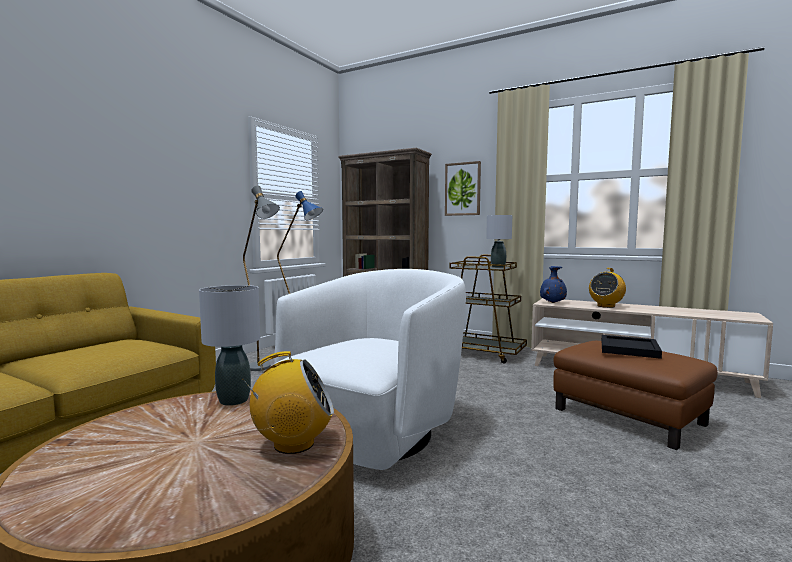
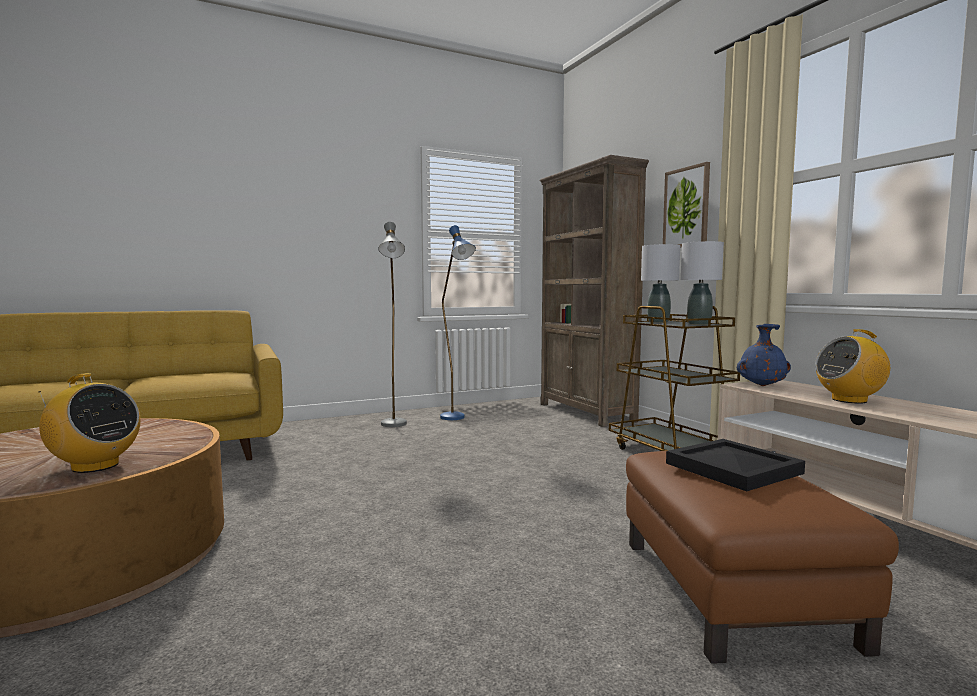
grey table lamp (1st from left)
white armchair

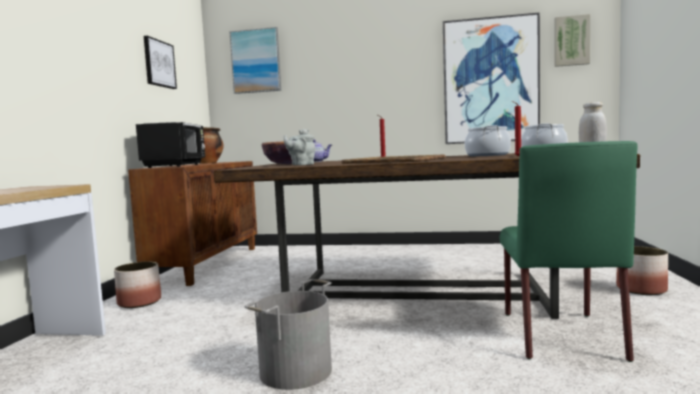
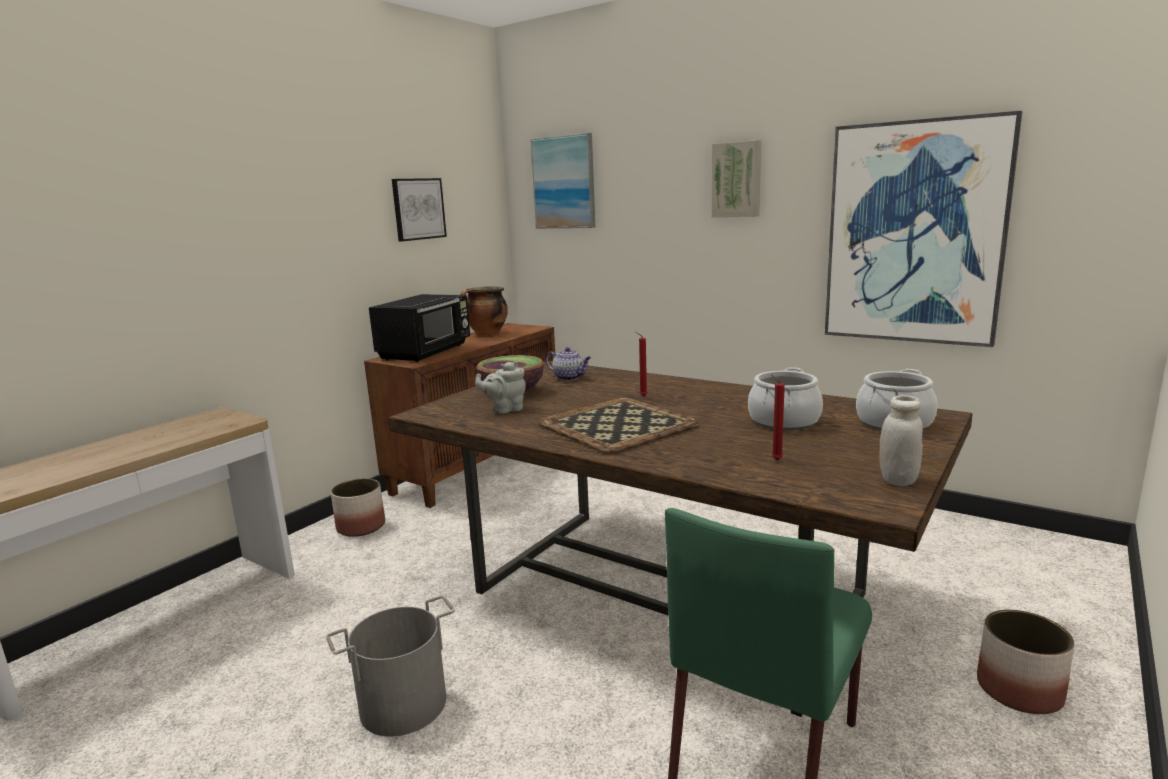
picture (3rd from left)

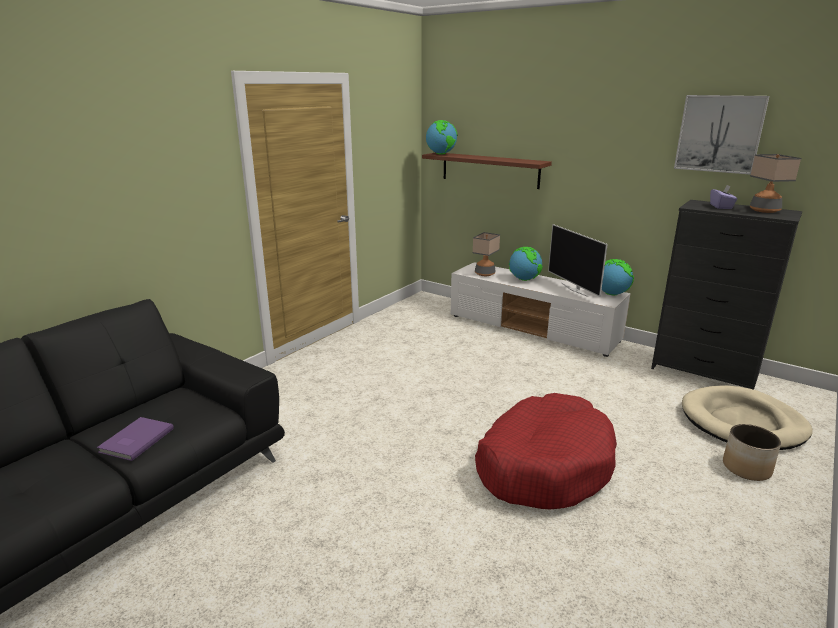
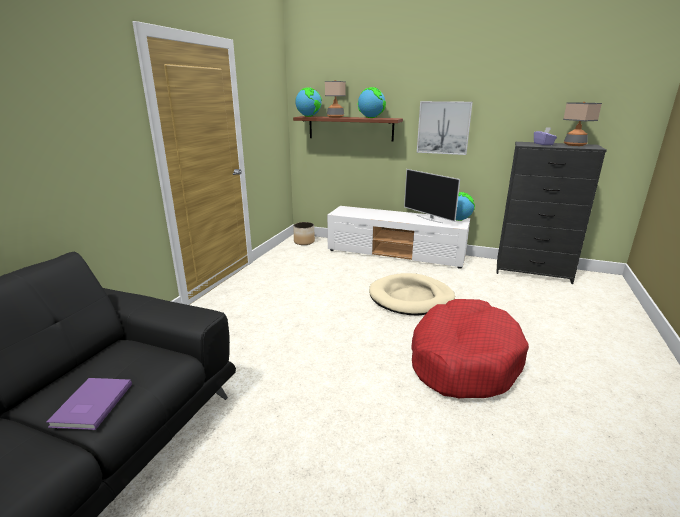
table lamp (1st from left)
globe (2nd from left)
picture
beige dog bed
planter

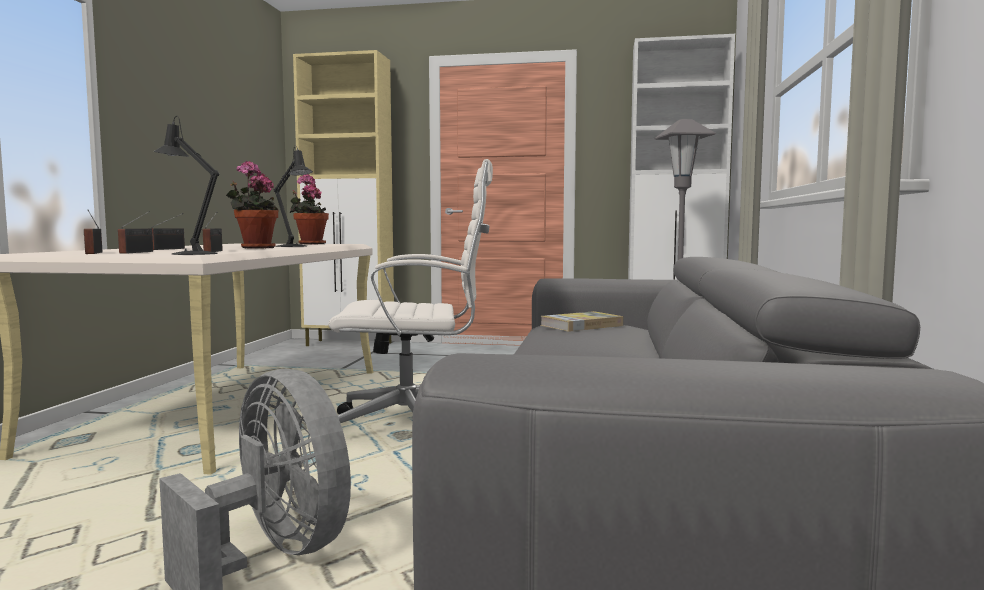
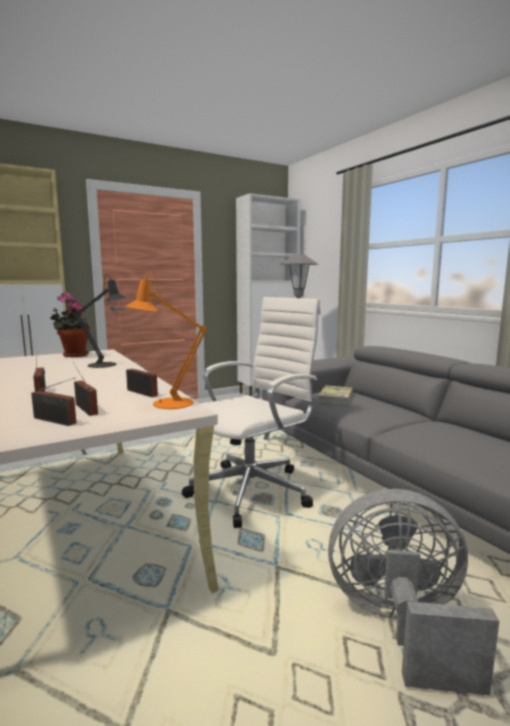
orange table lamp
potted plant (1st from left in the first image)

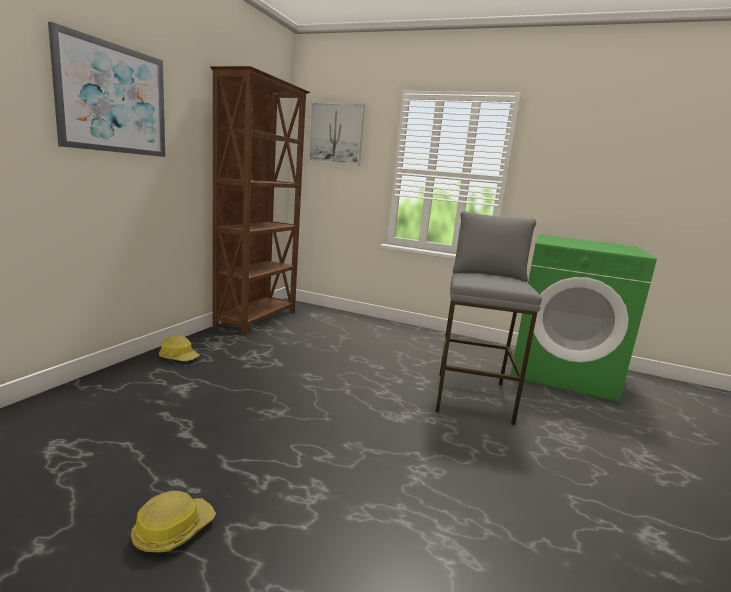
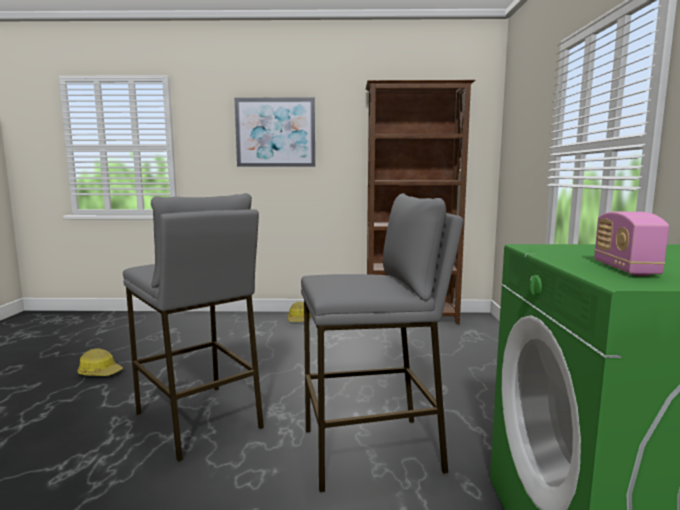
picture (2nd from left in the first image)
grey stool (1st from left)
radio

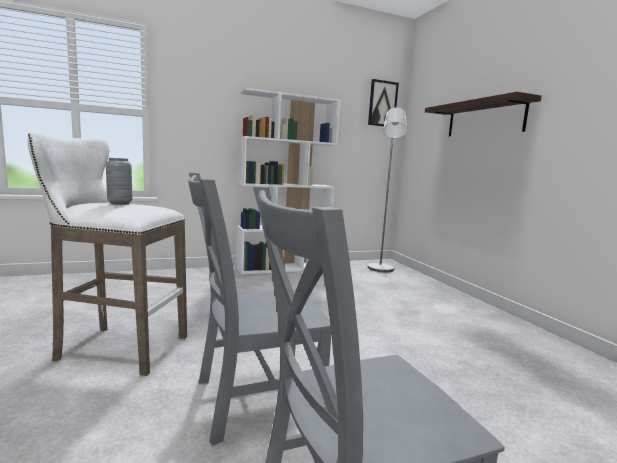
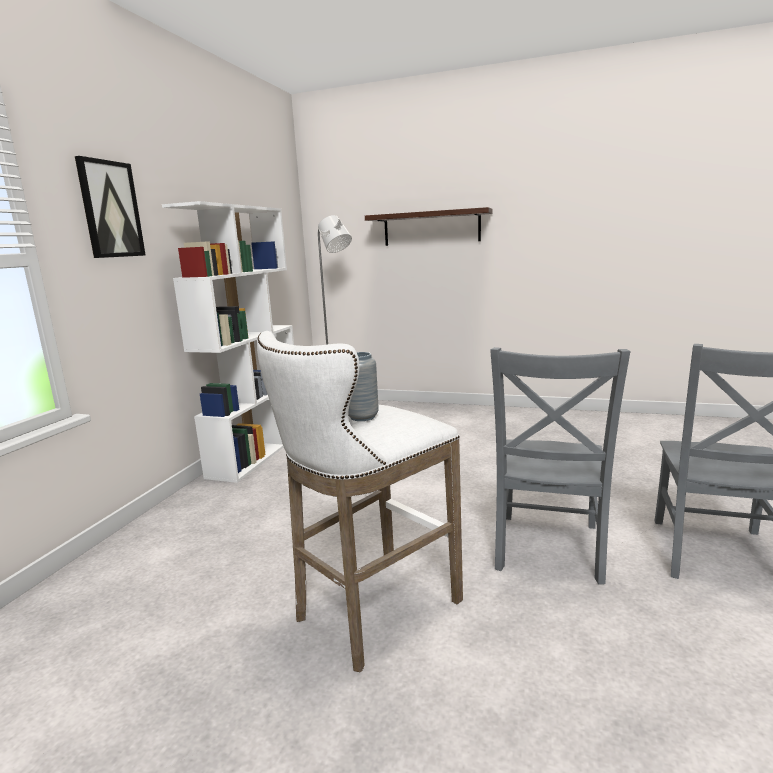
picture

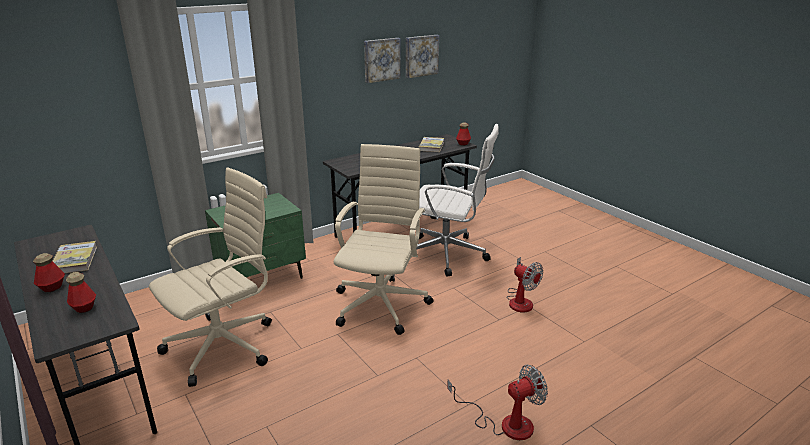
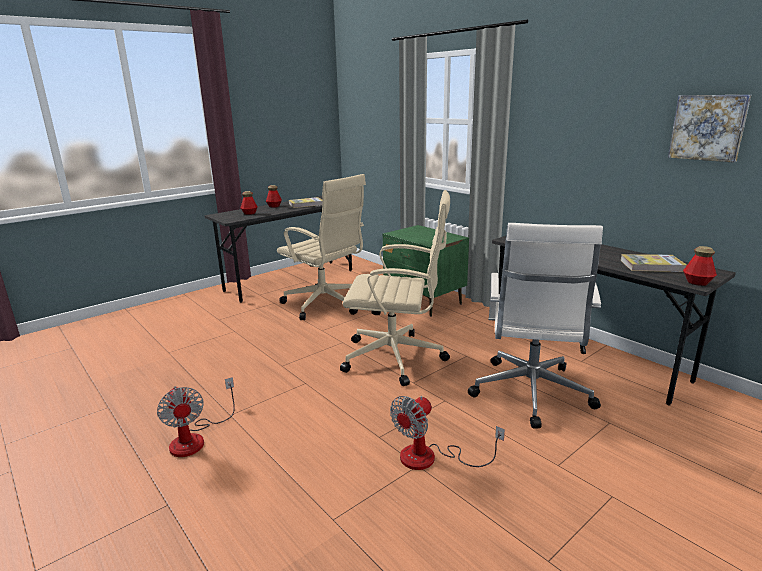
picture (1st from left in the first image)

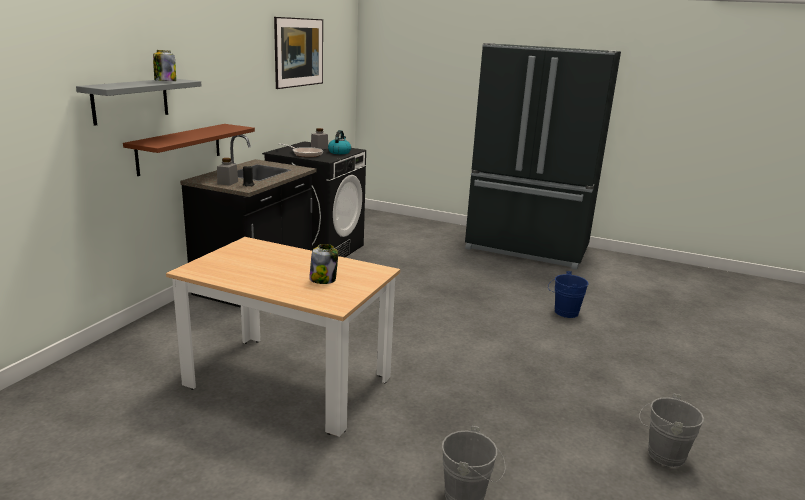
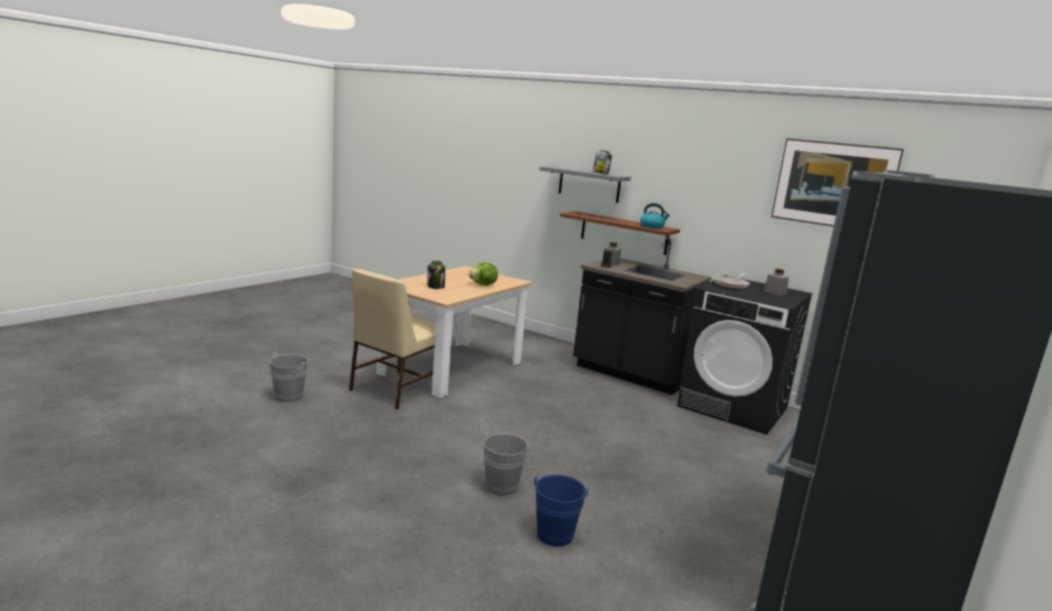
kettle
grey bucket (2nd from left)
beige chair
lettuce

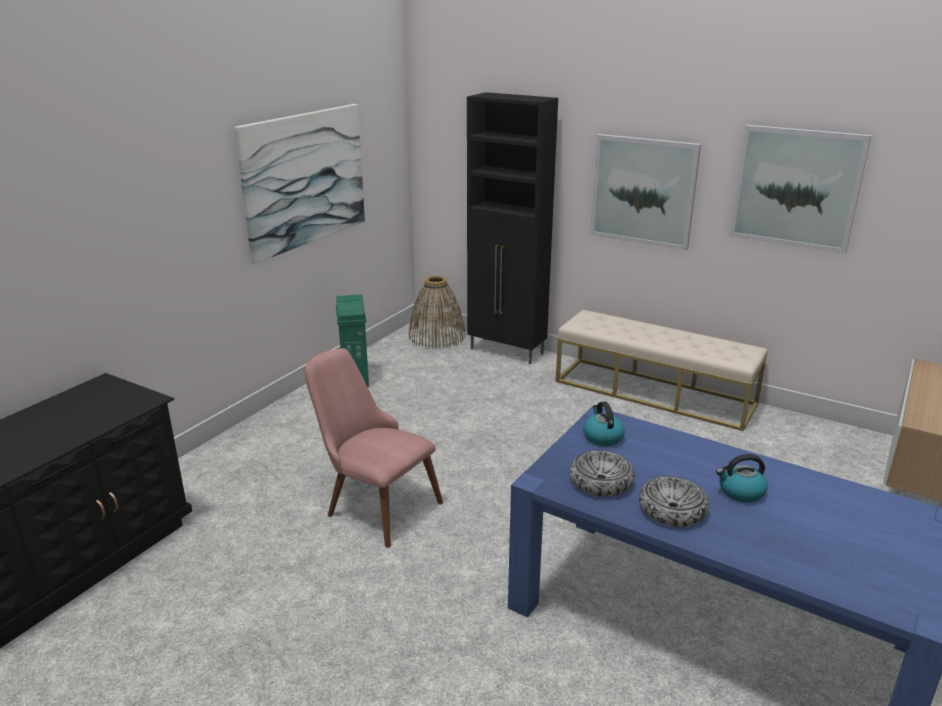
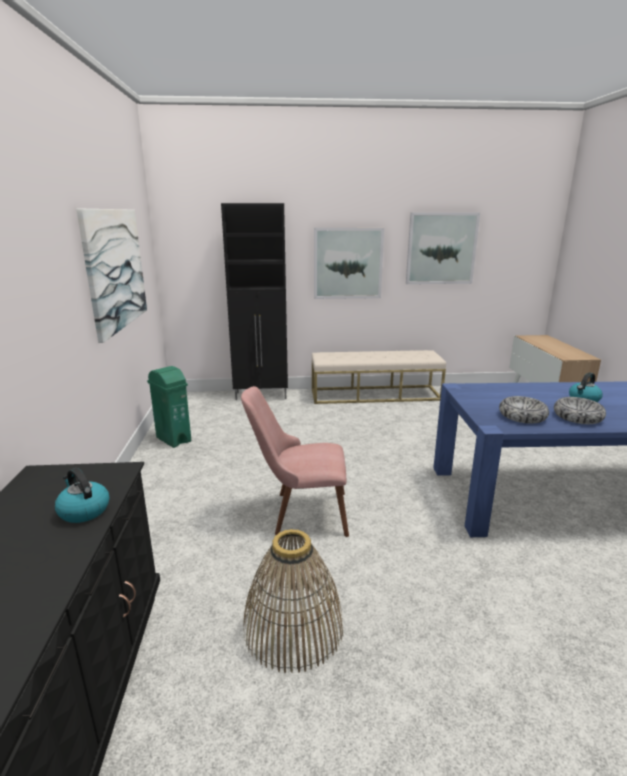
basket
kettle (1st from left)

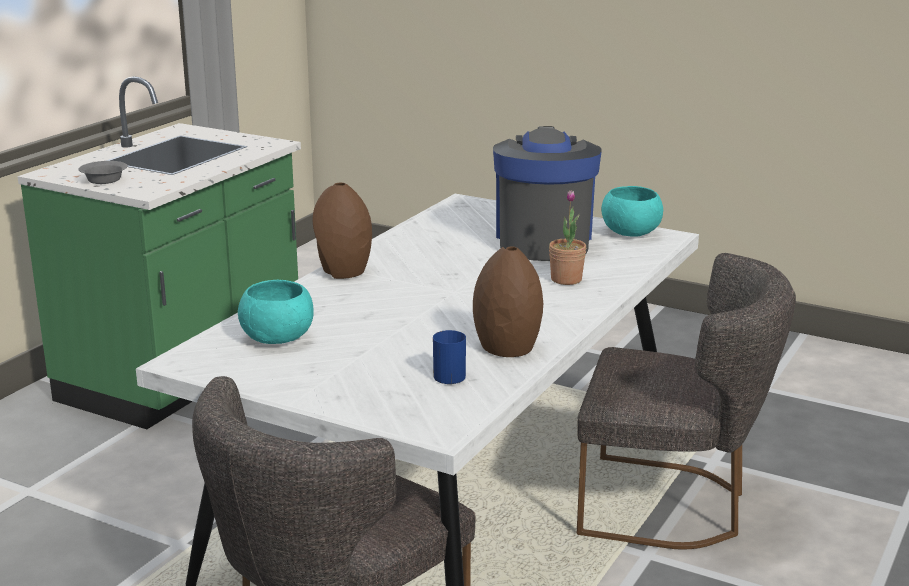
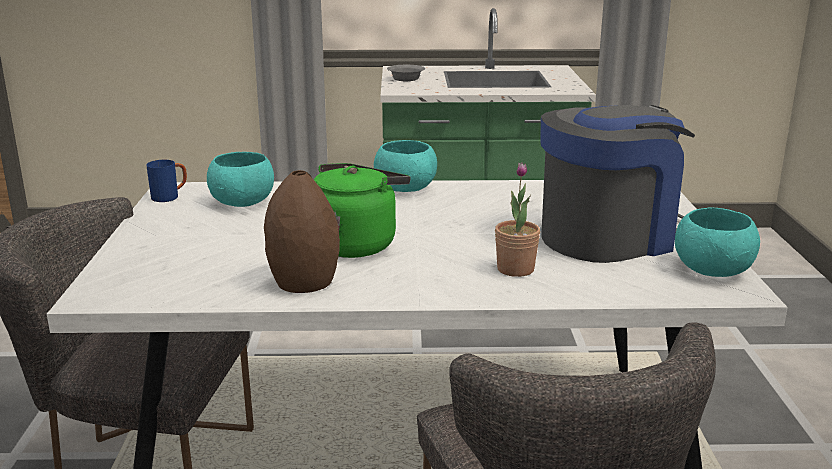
turquoise bowl (2nd from left)
blue mug
green kettle

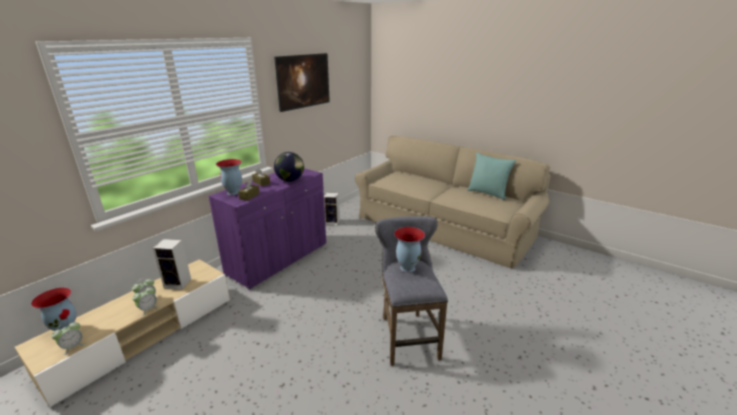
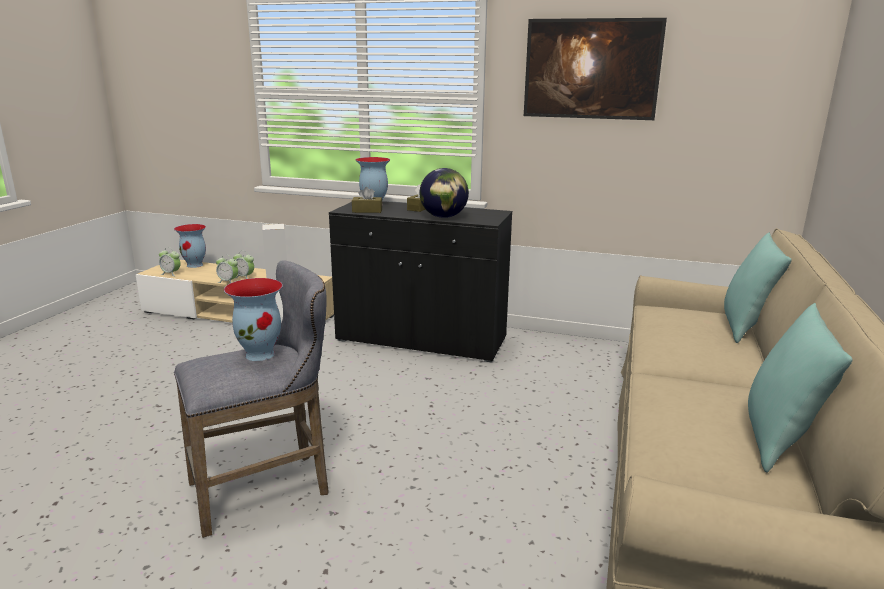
black cabinet
speaker (2nd from left in the first image)
turquoise pillow (1st from left)

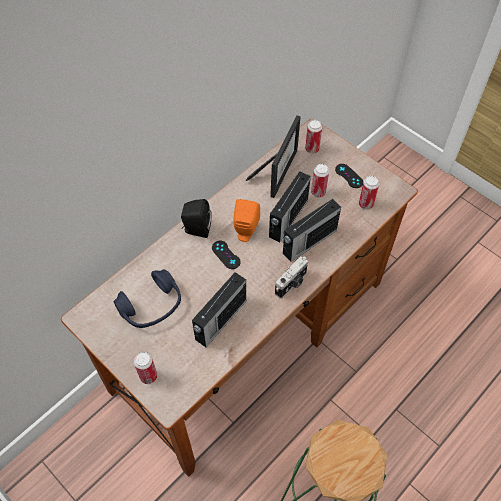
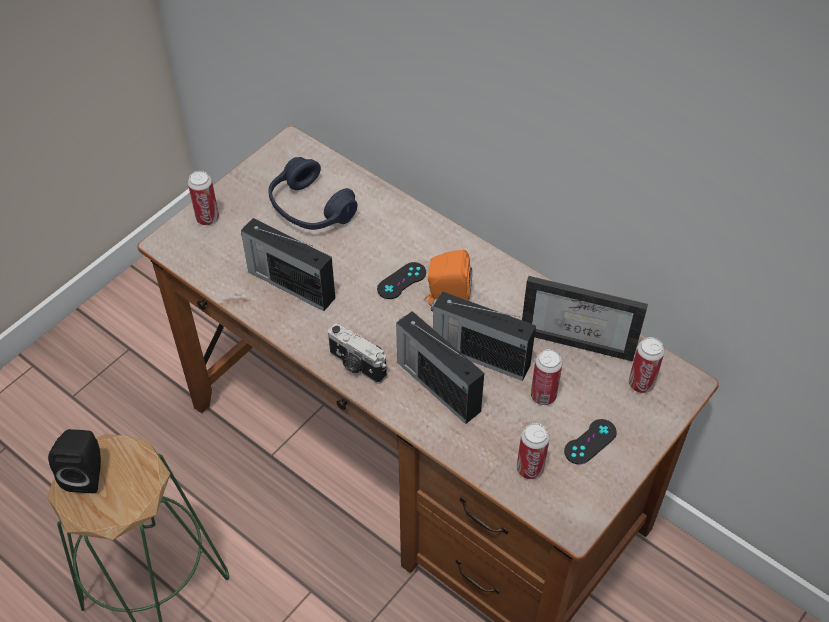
black speaker

